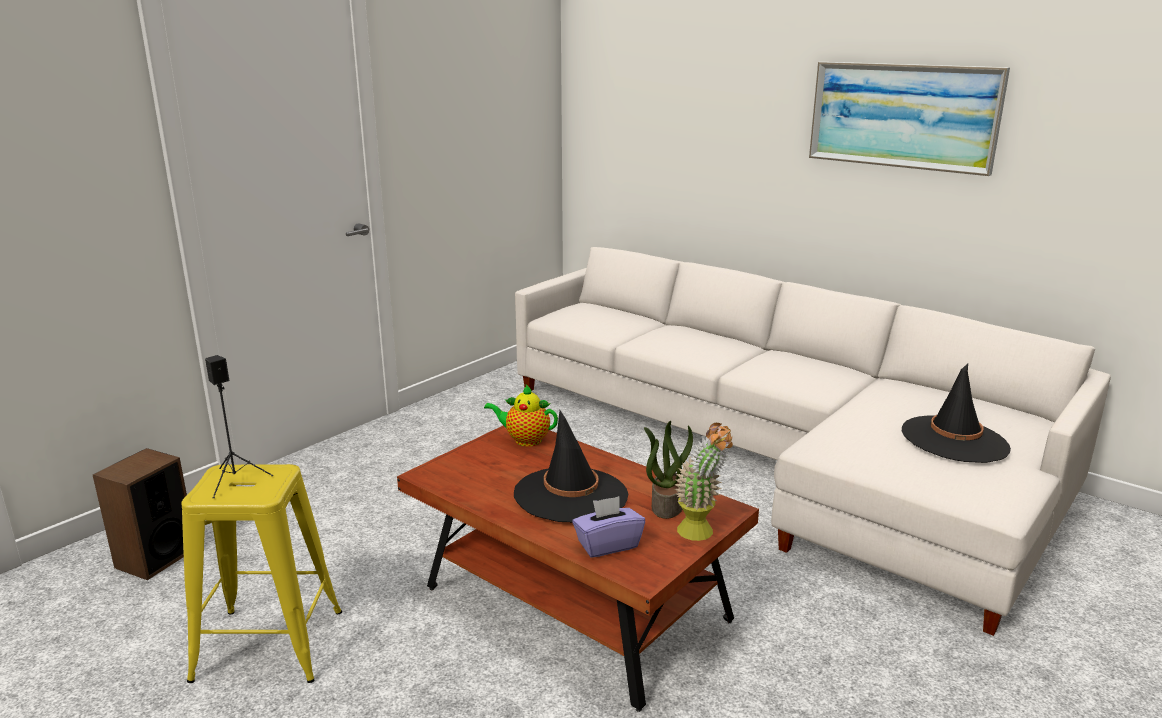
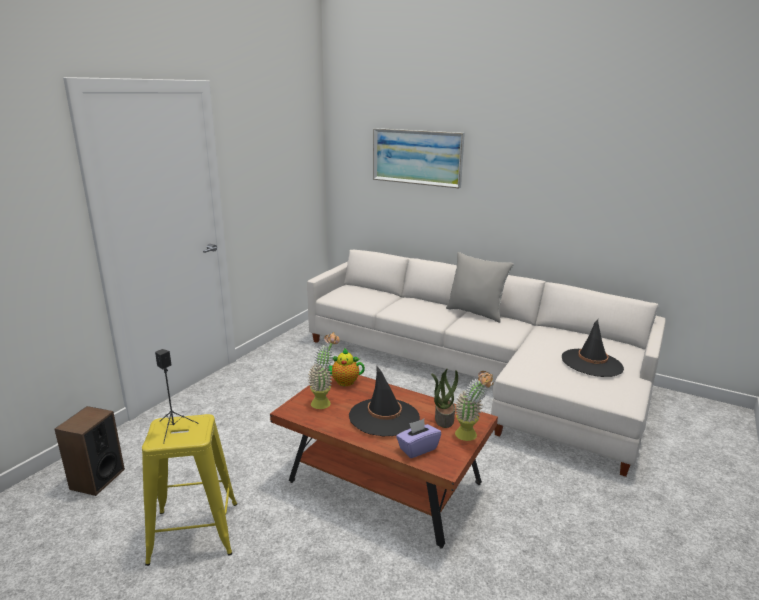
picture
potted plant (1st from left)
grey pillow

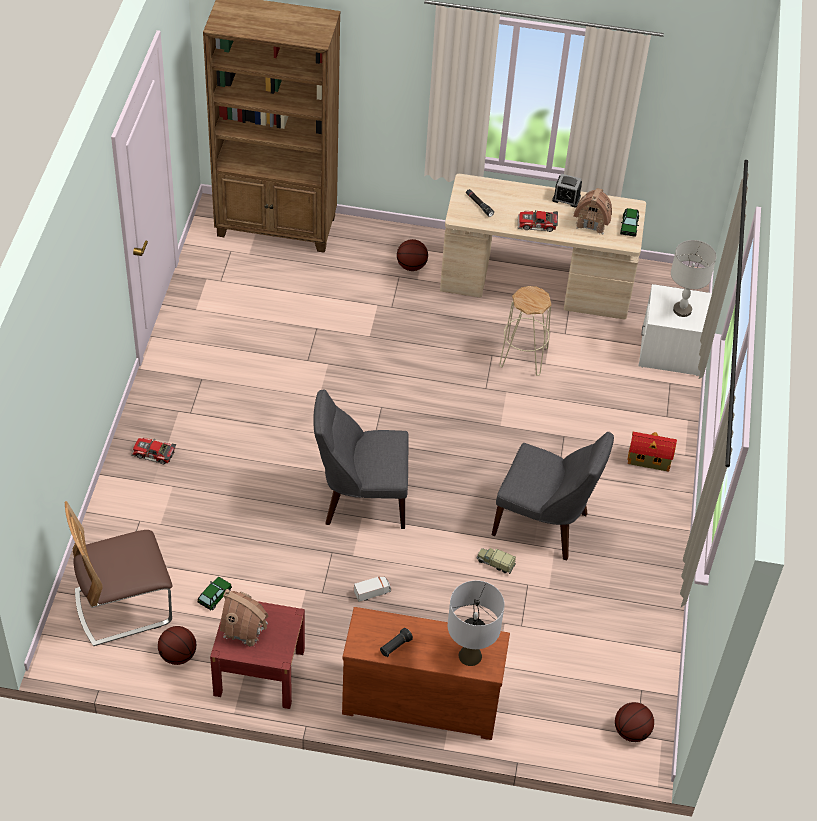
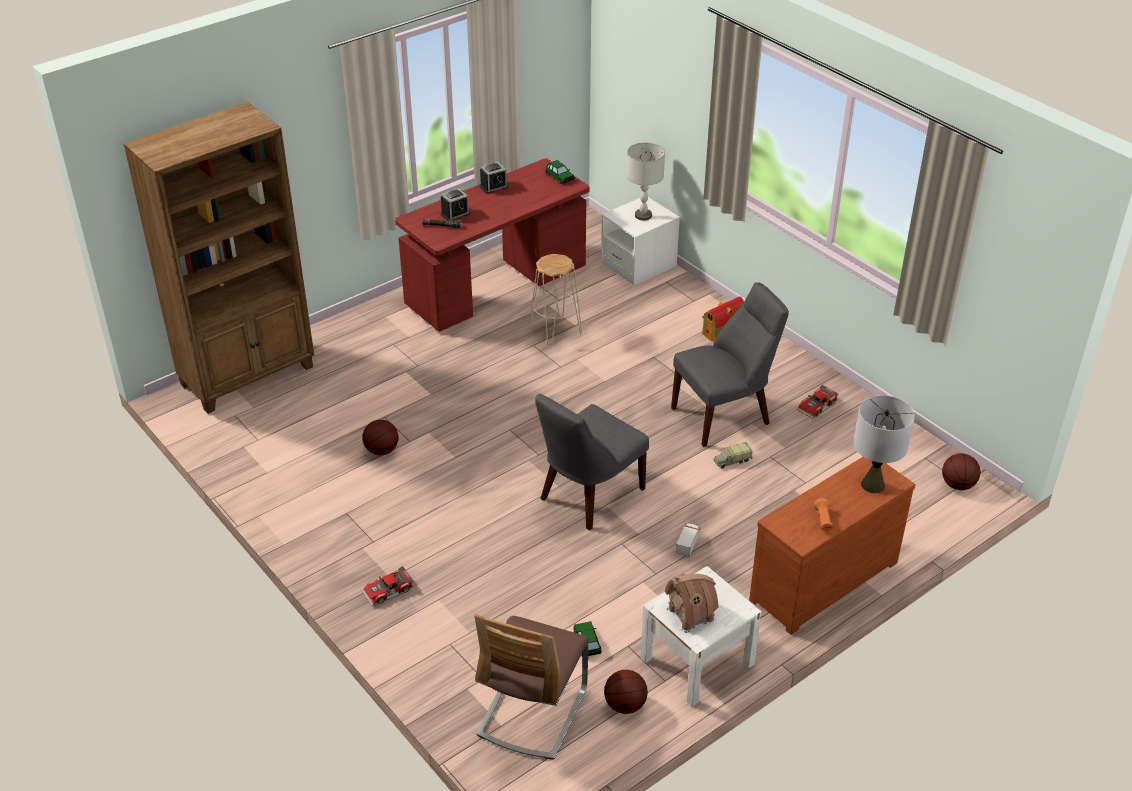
white nightstand (2nd from left)
orange flashlight
basketball (1st from left)
red desk
toy car (4th from left)
toy house (2nd from left in the first image)
alarm clock (1st from left)

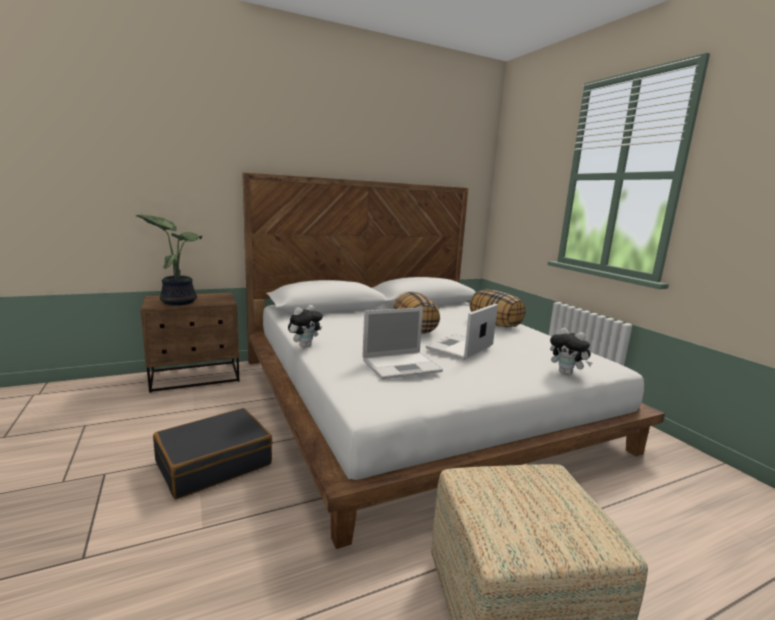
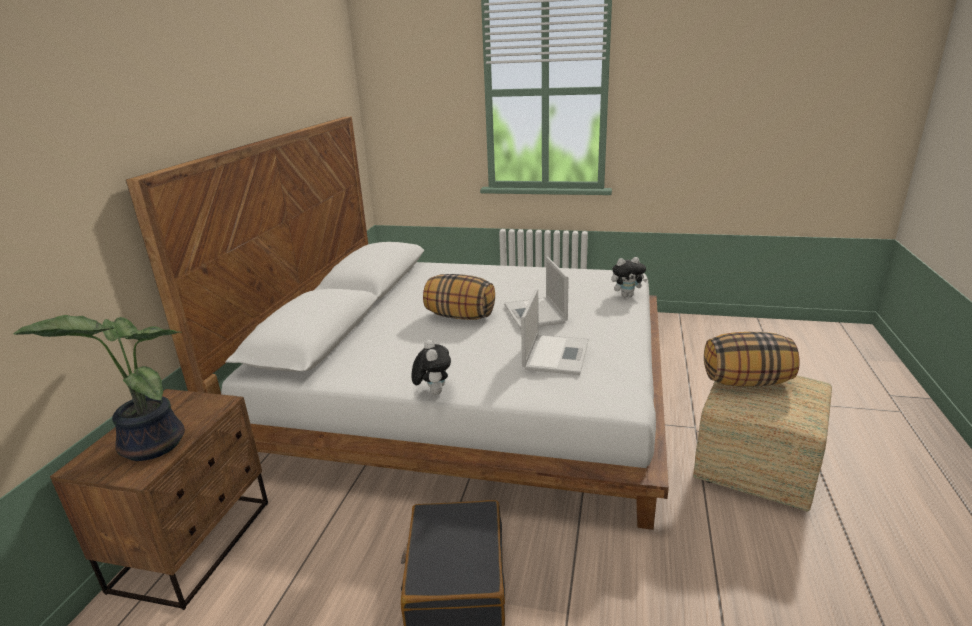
pillow (2nd from left)

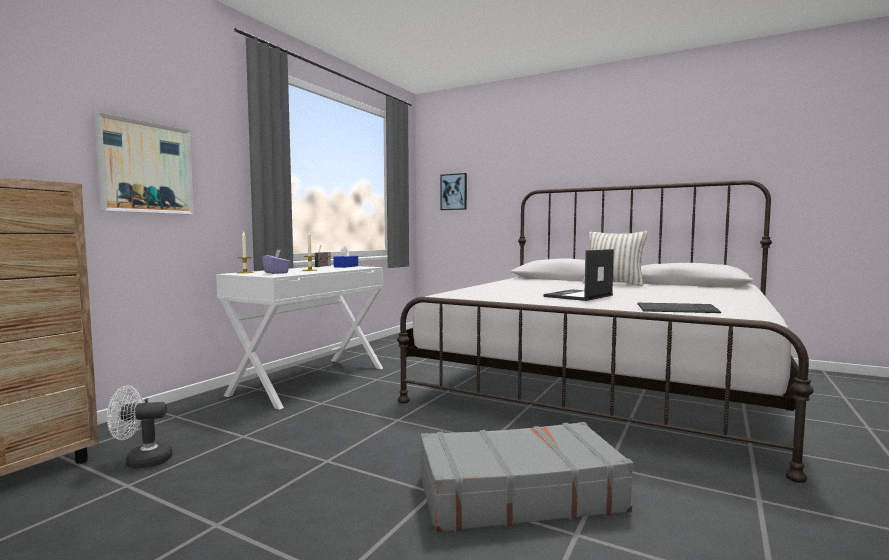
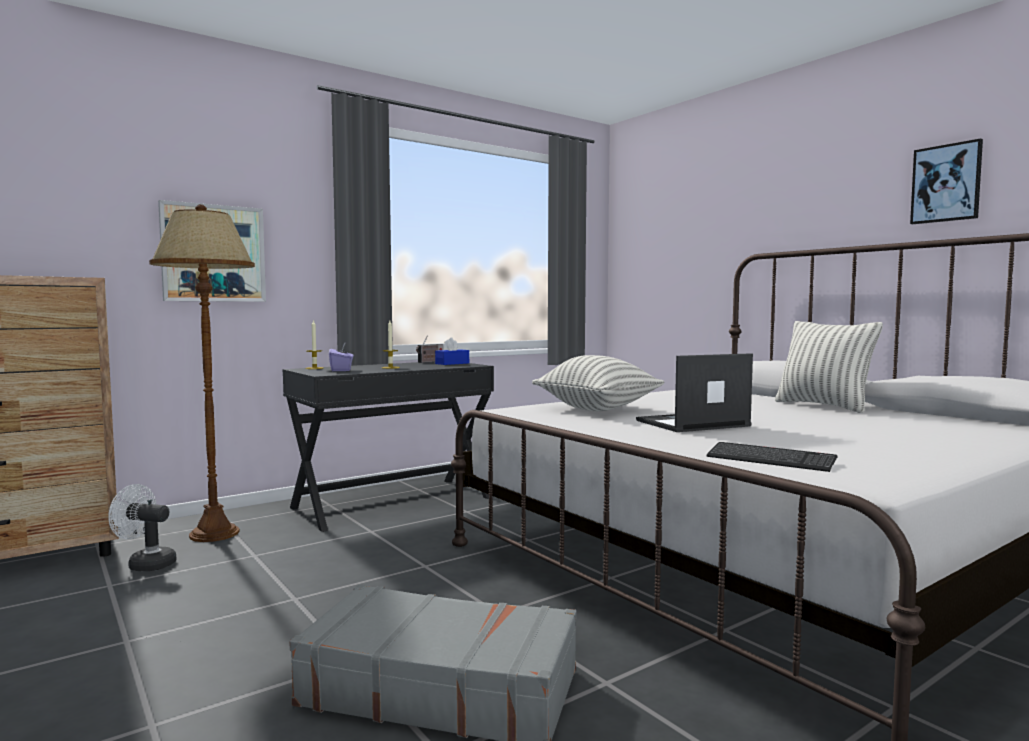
black desk
picture (2nd from left)
brown floor lamp
pillow (1st from left)

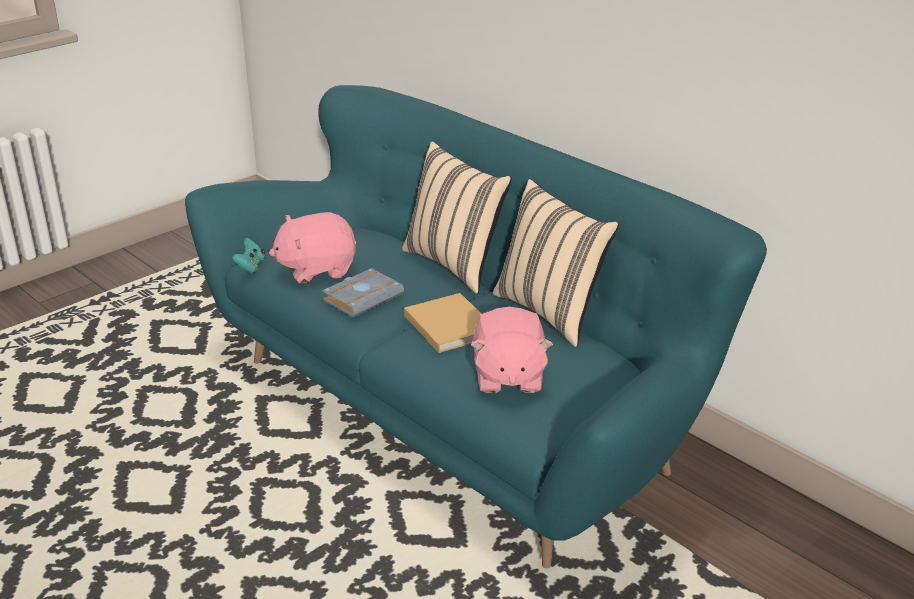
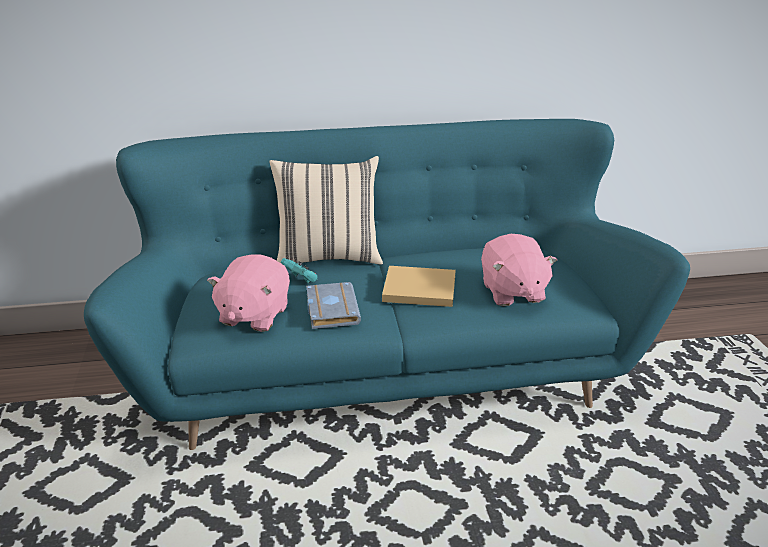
turquoise game controller
pink plush toy (2nd from left)
beige pillow (2nd from left in the first image)

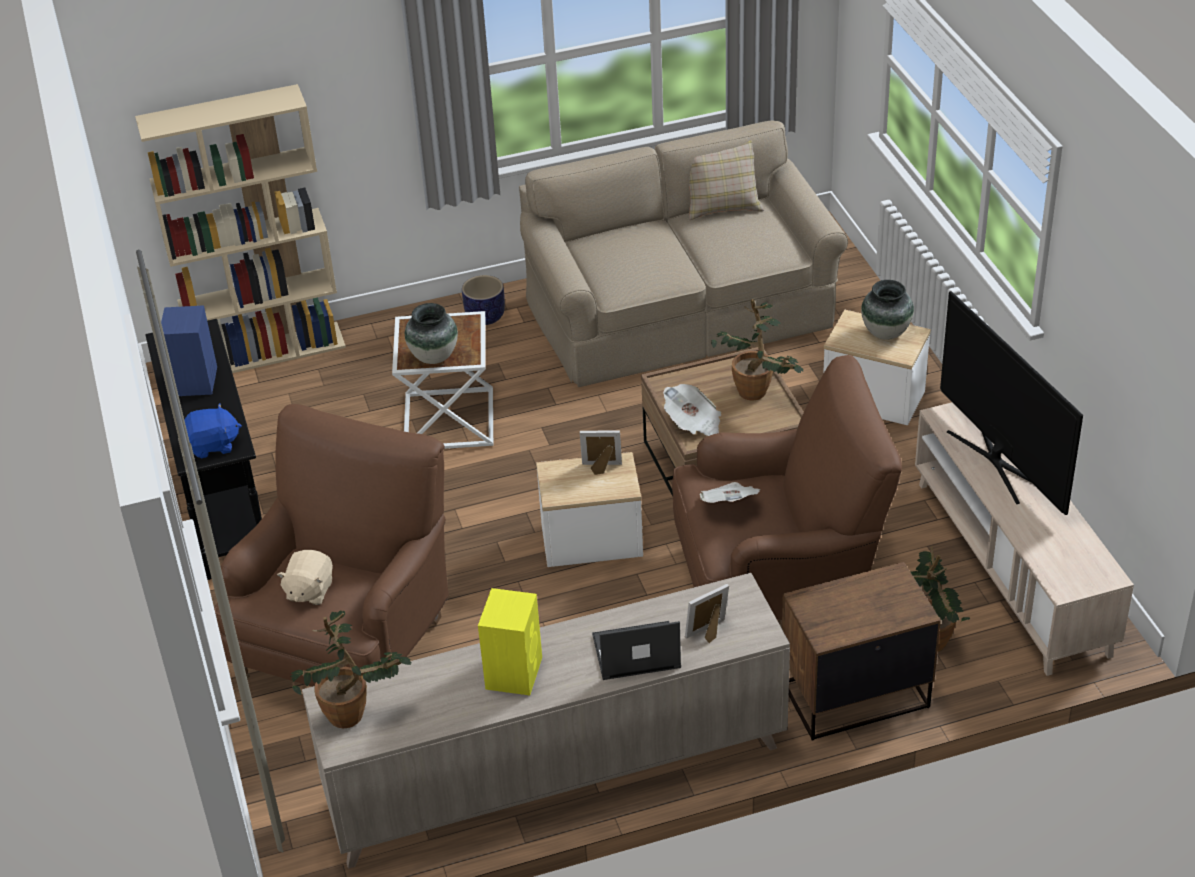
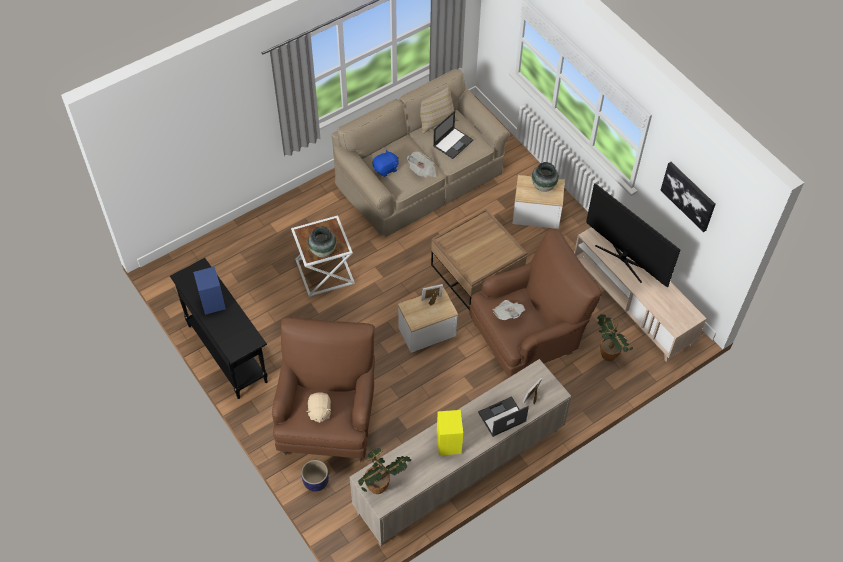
beige bookcase
blue plush toy
planter
newspaper (1st from left)
potted plant (2nd from left in the first image)
brown nightstand
laptop (1st from left)
picture

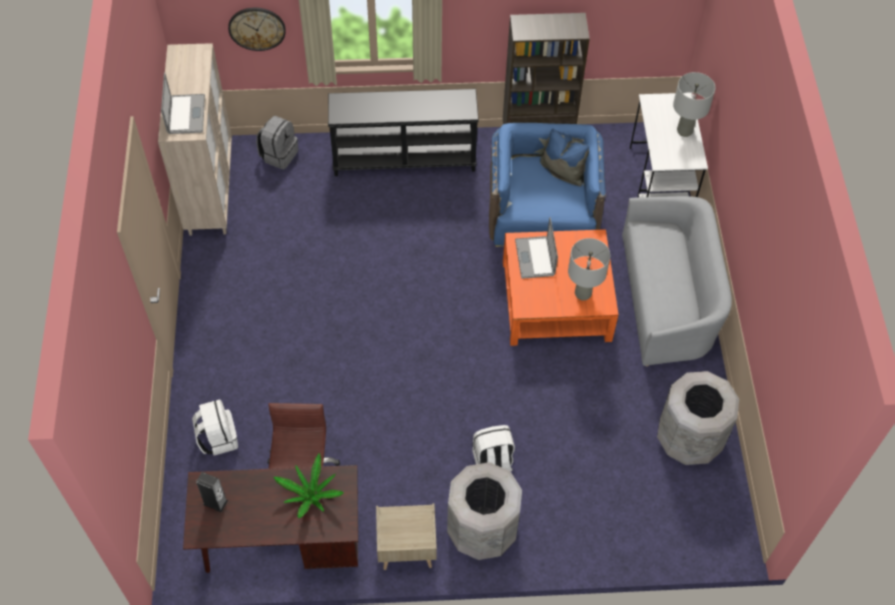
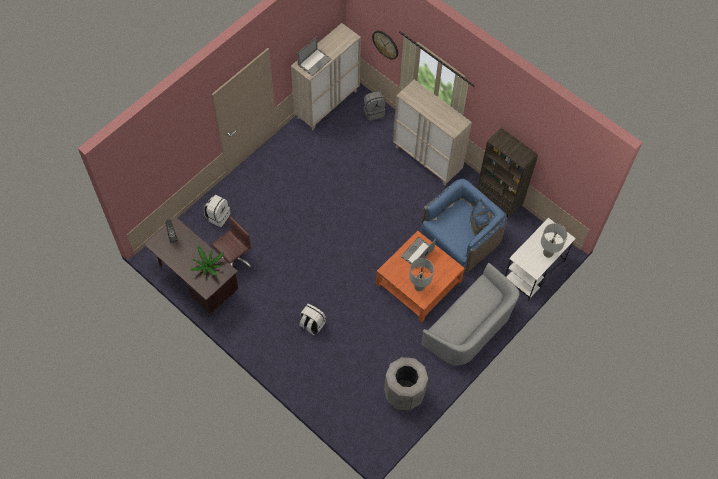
beige cabinet (2nd from left)
beige nightstand
grey trash can (1st from left in the first image)

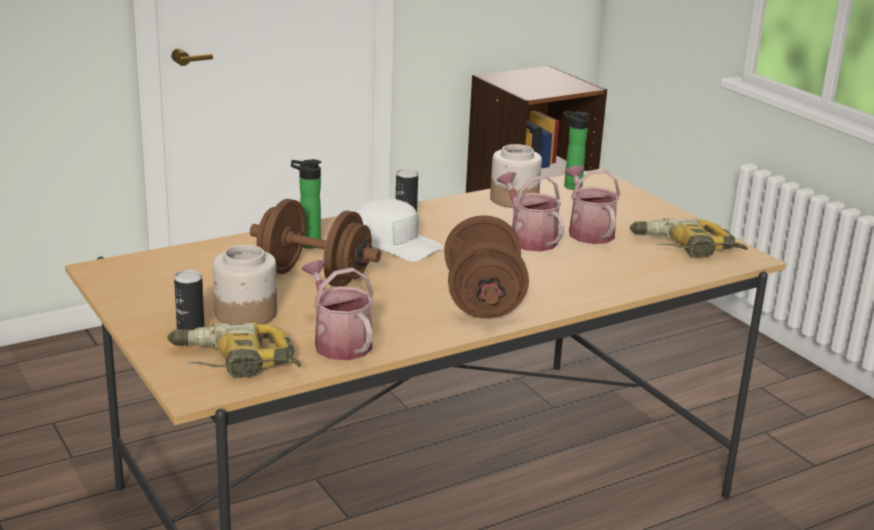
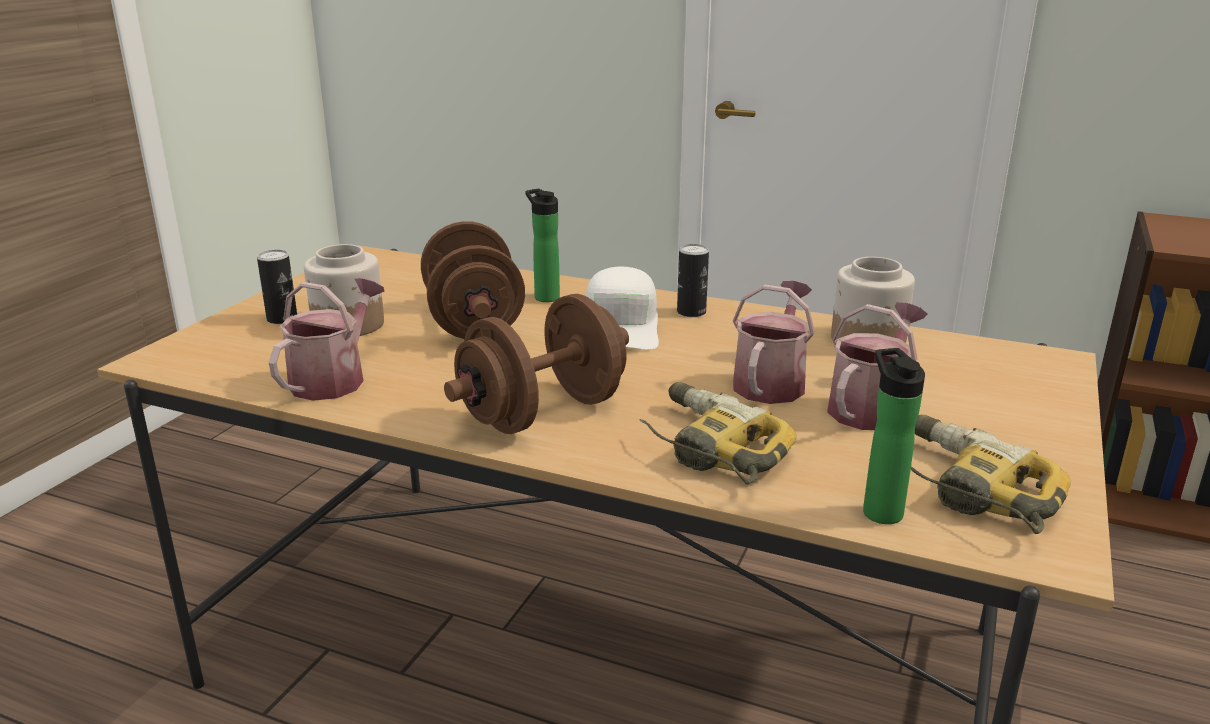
power drill (1st from left)
bottle (2nd from left)

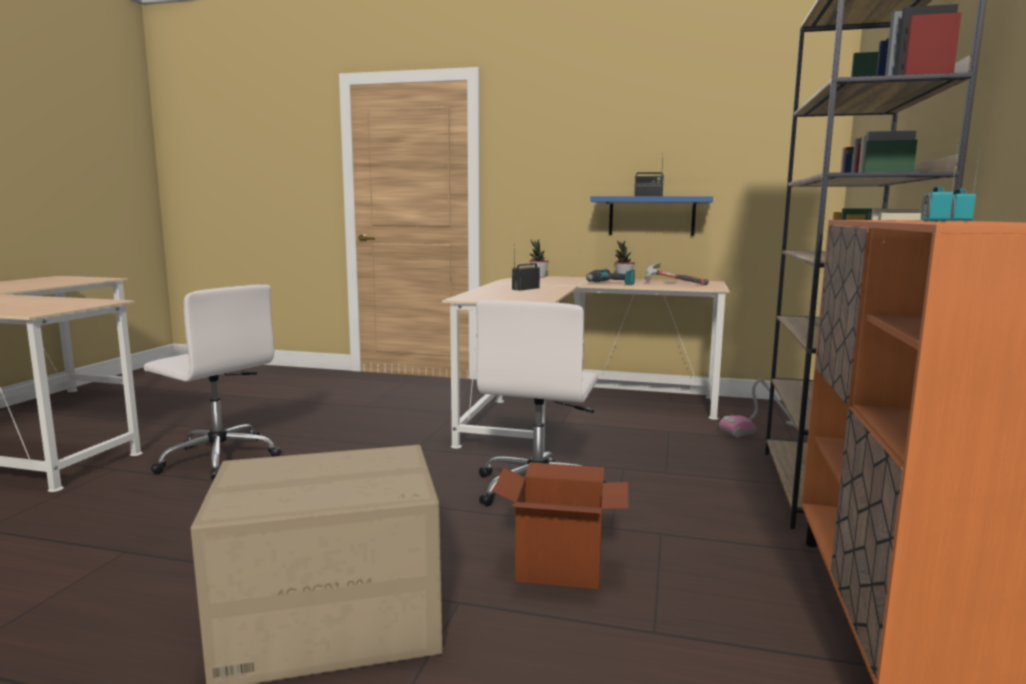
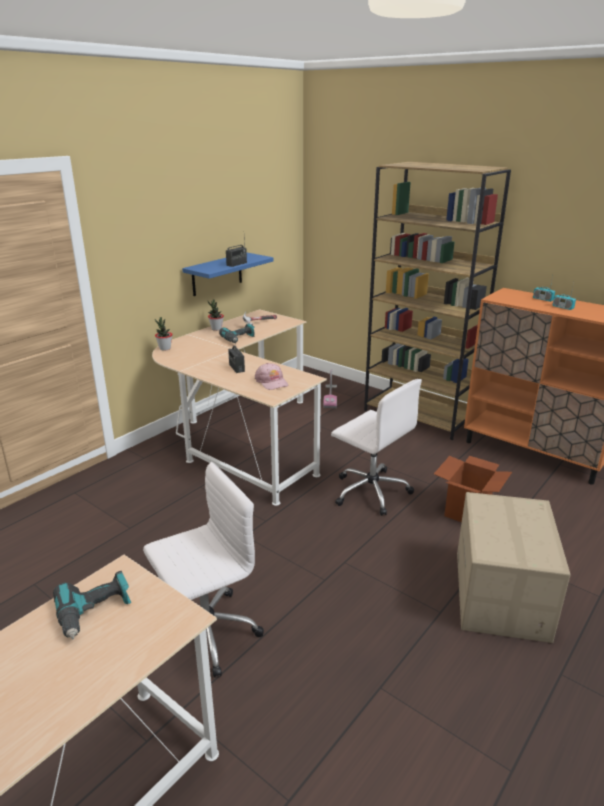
power drill (1st from left)
pink cap

